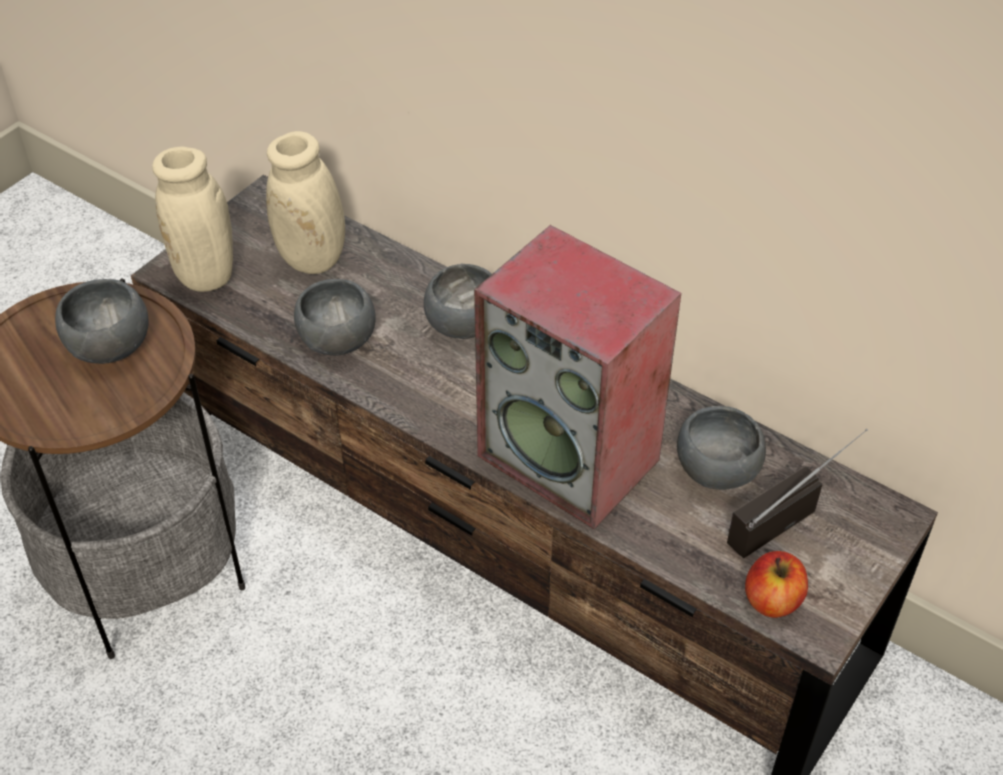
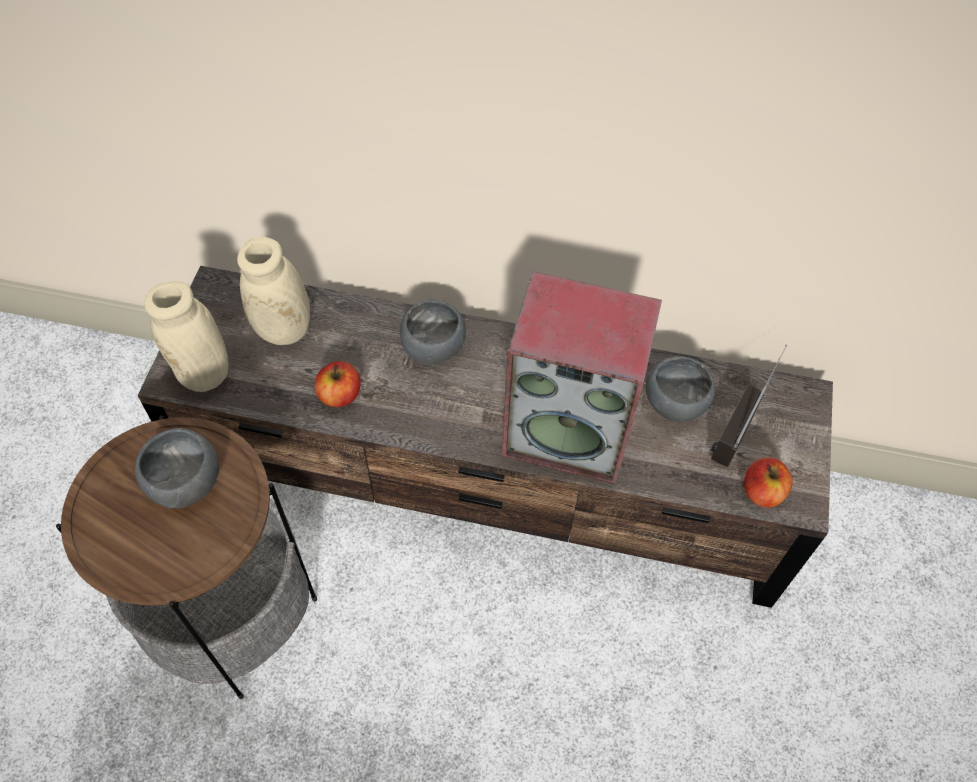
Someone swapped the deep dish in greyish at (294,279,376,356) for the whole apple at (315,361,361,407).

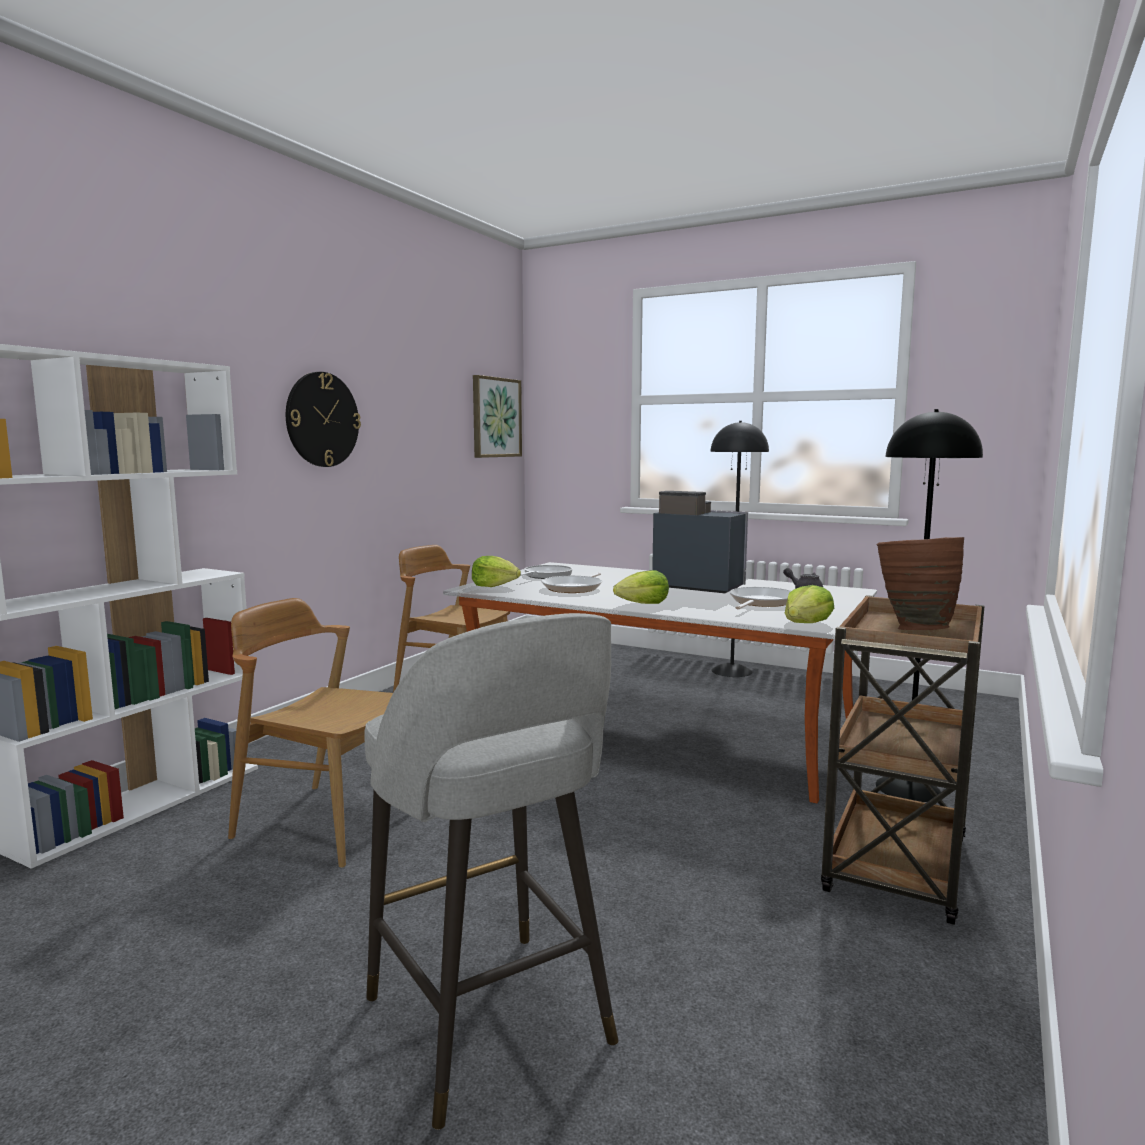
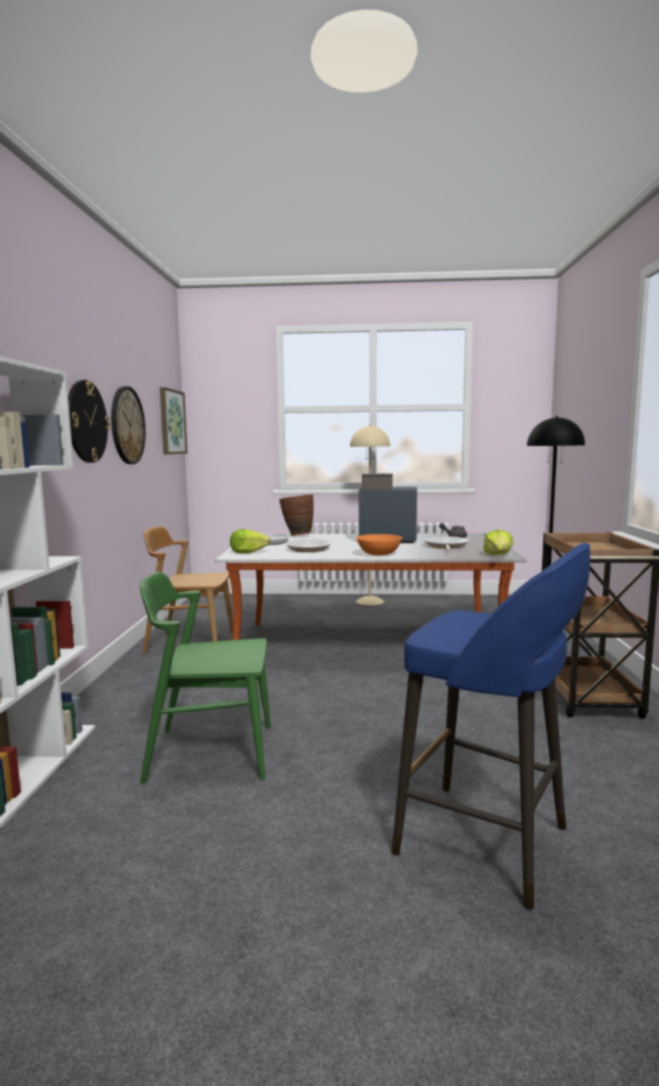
Someone put up the clock on the wall at (111,386,146,464).
Someone carried the decorative vase in brown-coloured from (877,537,964,630) to (279,495,314,536).
Someone swapped the head of lettuce at (613,570,669,604) for the deep dish in orange at (356,534,402,556).
Someone repainted the upright chair in brown-coloured at (228,598,393,868), which became the upright chair in green at (140,571,271,784).
Someone repainted the stool seat in greyish at (364,613,618,1130), which became the stool seat in blue-coloured at (391,543,590,910).
Someone repainted the standard lamp in black-coloured at (711,421,769,677), which became the standard lamp in sand-coloured at (350,425,390,605).

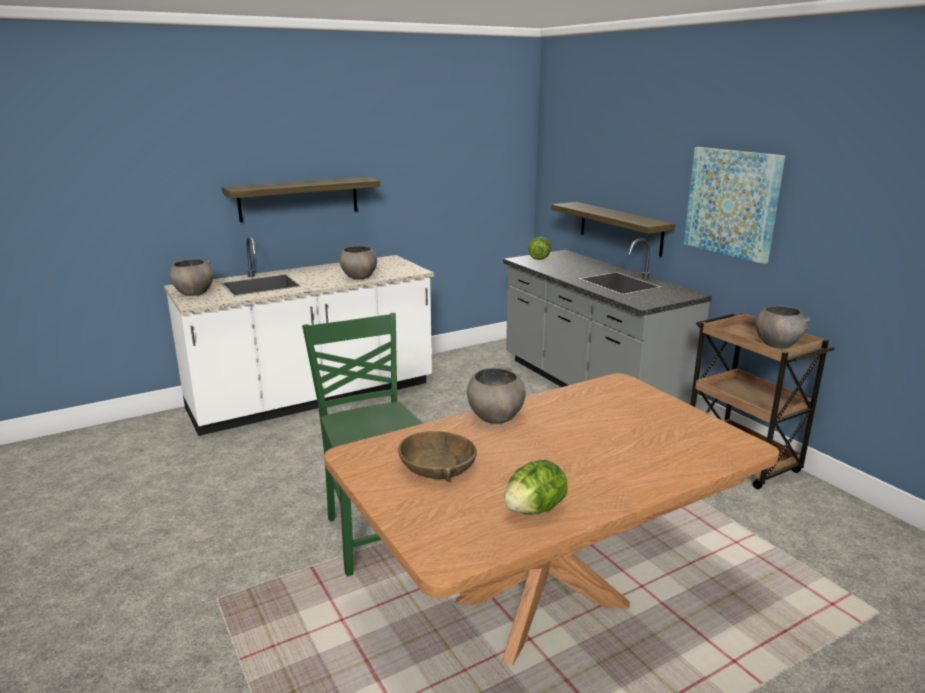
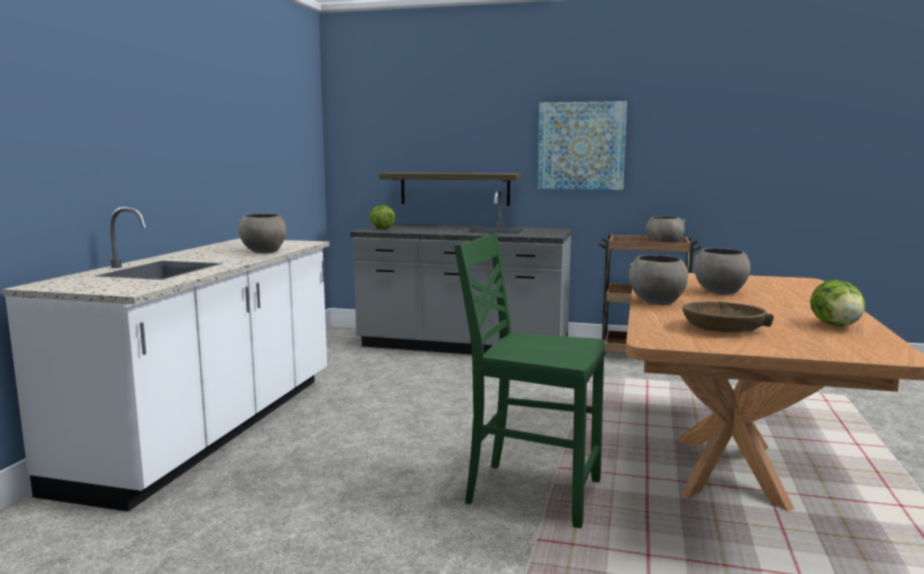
Someone took away the wall shelf at (222,177,380,222).
Someone carried the deep dish in greyish from (170,259,213,296) to (694,248,750,295).

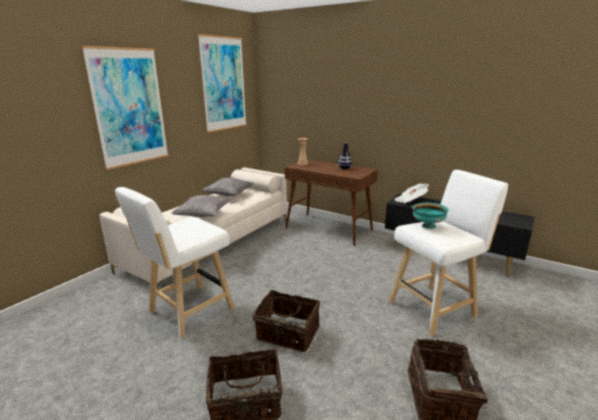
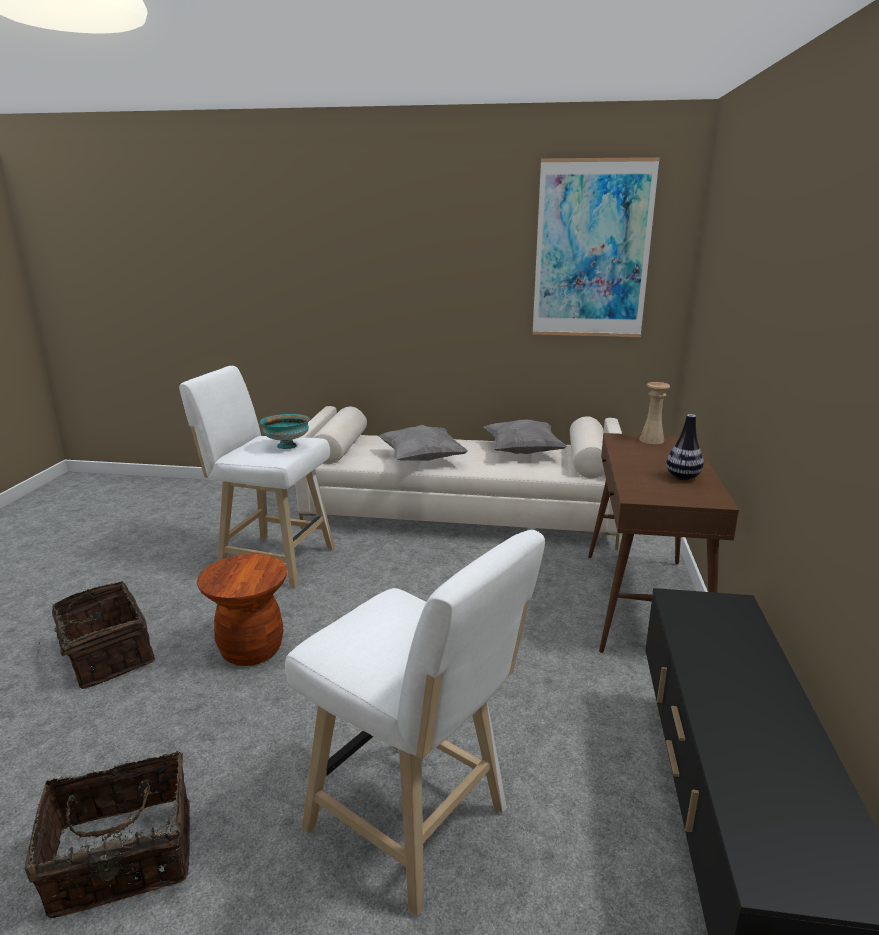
Someone took away the wall art at (81,46,169,170).
Someone took away the printed paper at (395,183,429,204).
Someone carried the deep dish in turquoise-coloured from (412,203,449,229) to (260,414,310,449).
Someone swapped the household basket at (253,290,320,352) for the stool seat in brown-coloured at (197,554,287,666).

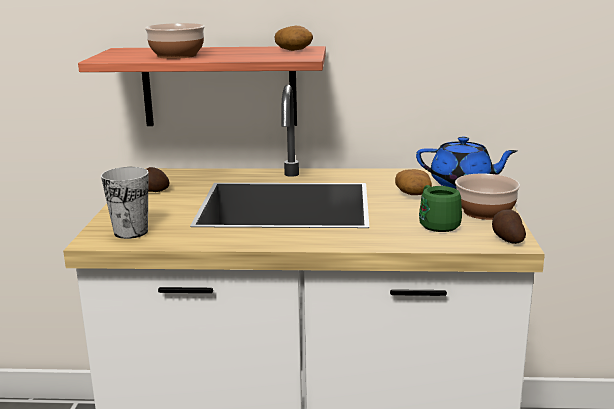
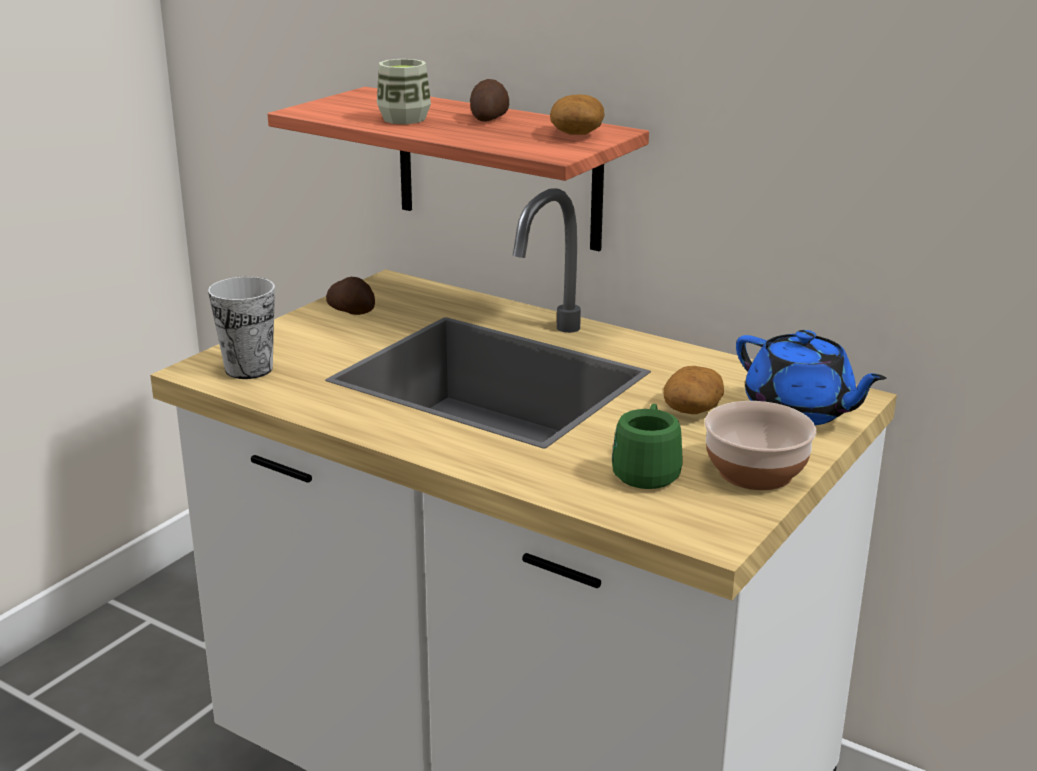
Someone carried the potato from (492,210,526,244) to (470,79,509,122).
Someone swapped the deep dish at (145,23,205,59) for the drinking cup at (377,59,431,124).

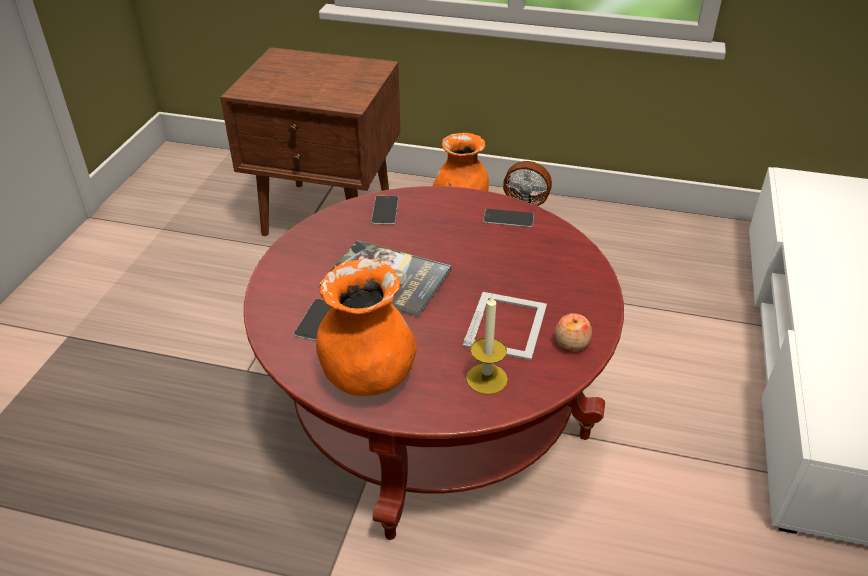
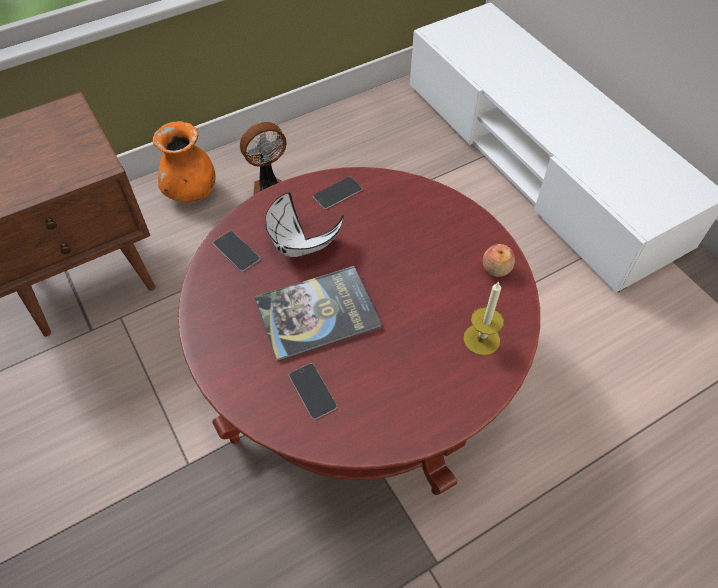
Someone took away the decorative vase in orange at (316,259,417,396).
Someone took away the standing frame at (463,292,547,360).
Someone put down the deep dish in whitish at (265,192,344,257).

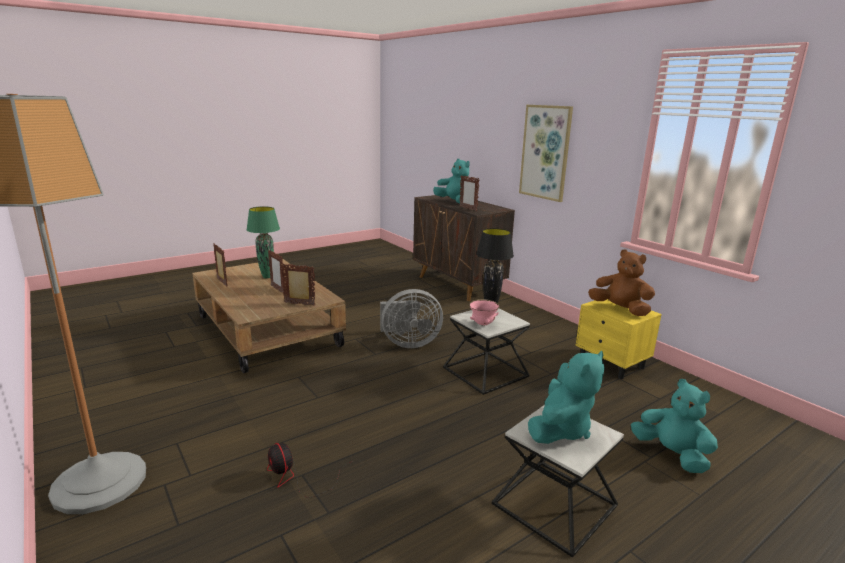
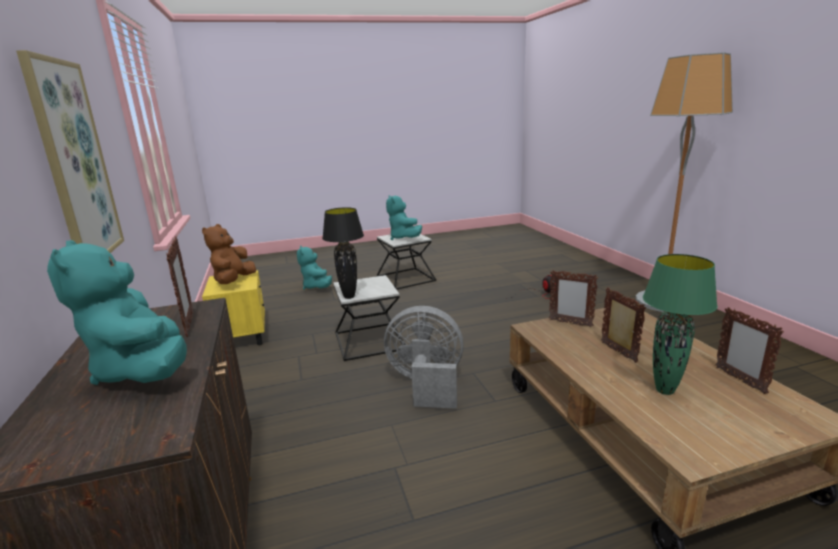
Someone took away the deep dish in pink at (469,299,500,326).
Someone rotated the cuddly toy in turquoise-coloured at (528,351,605,444) by 75 degrees counterclockwise.
Someone rotated the cuddly toy in brown-coloured at (588,249,655,316) by 45 degrees clockwise.

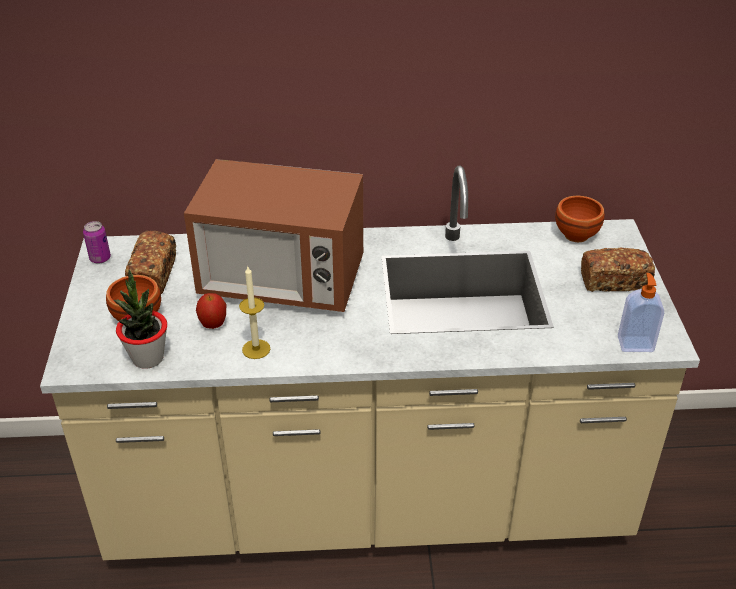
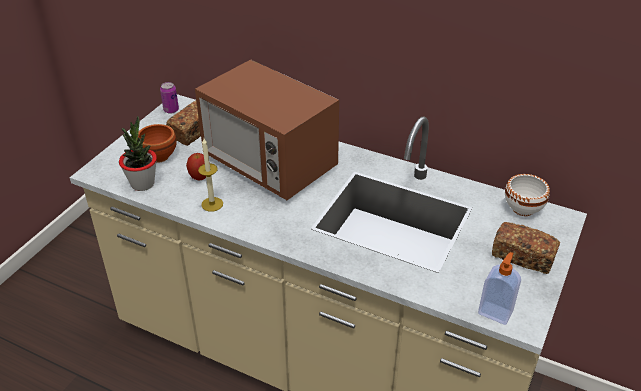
Someone repainted the deep dish in brown-coloured at (555,196,605,242), which became the deep dish in whitish at (505,174,550,216).

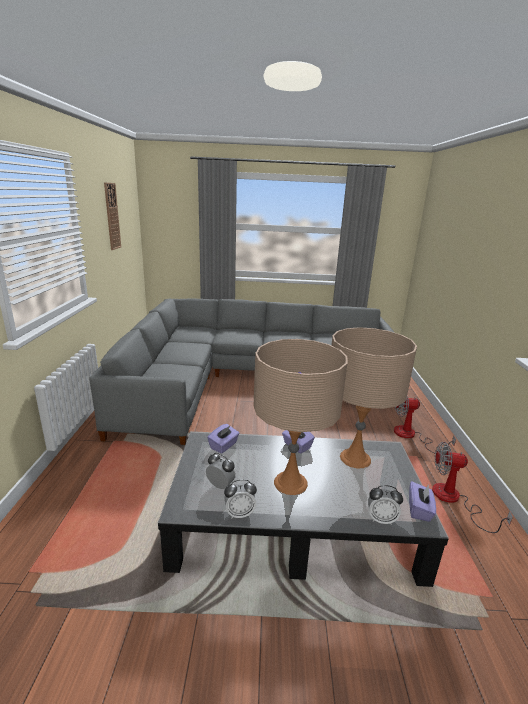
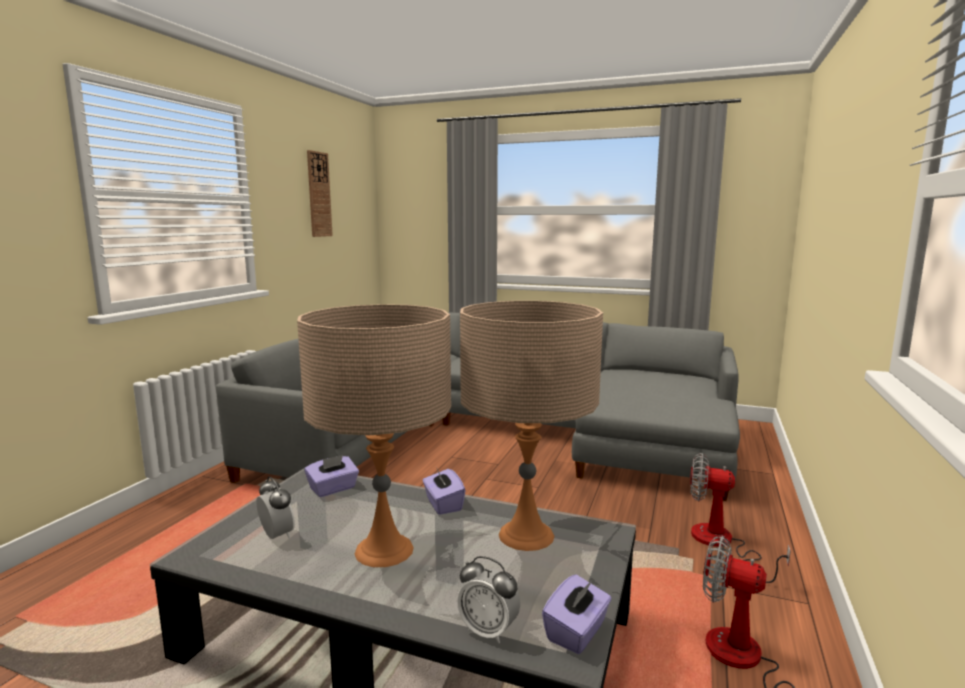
Someone took away the bedside clock at (224,479,257,519).

